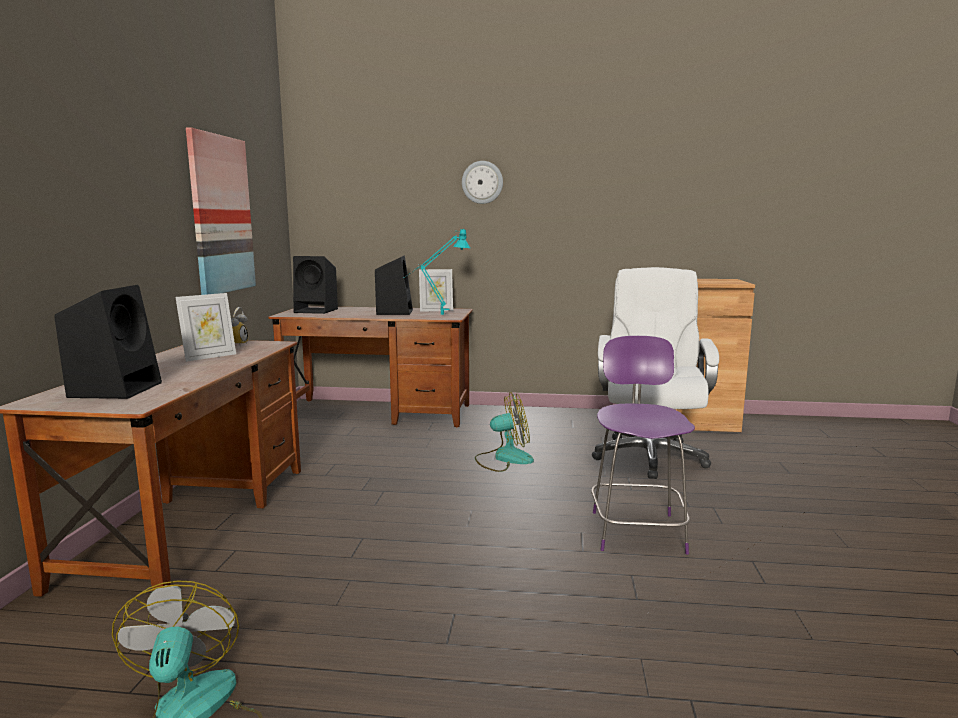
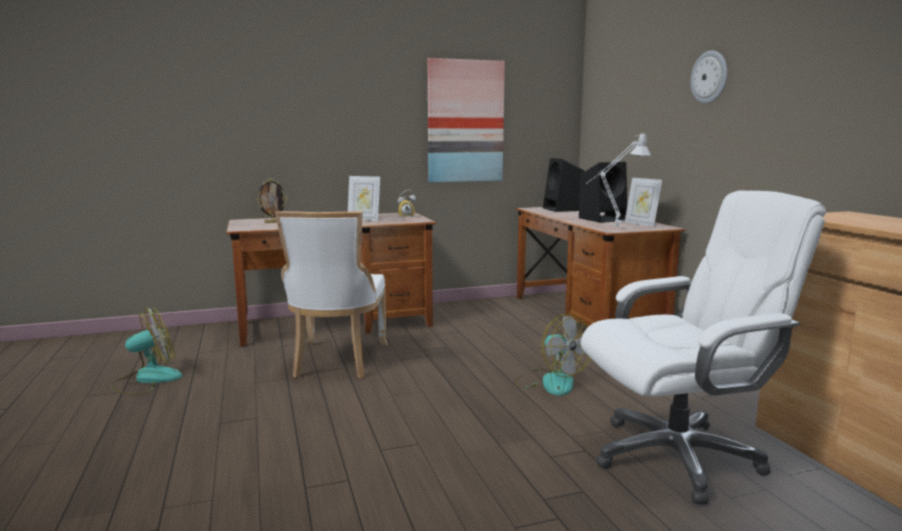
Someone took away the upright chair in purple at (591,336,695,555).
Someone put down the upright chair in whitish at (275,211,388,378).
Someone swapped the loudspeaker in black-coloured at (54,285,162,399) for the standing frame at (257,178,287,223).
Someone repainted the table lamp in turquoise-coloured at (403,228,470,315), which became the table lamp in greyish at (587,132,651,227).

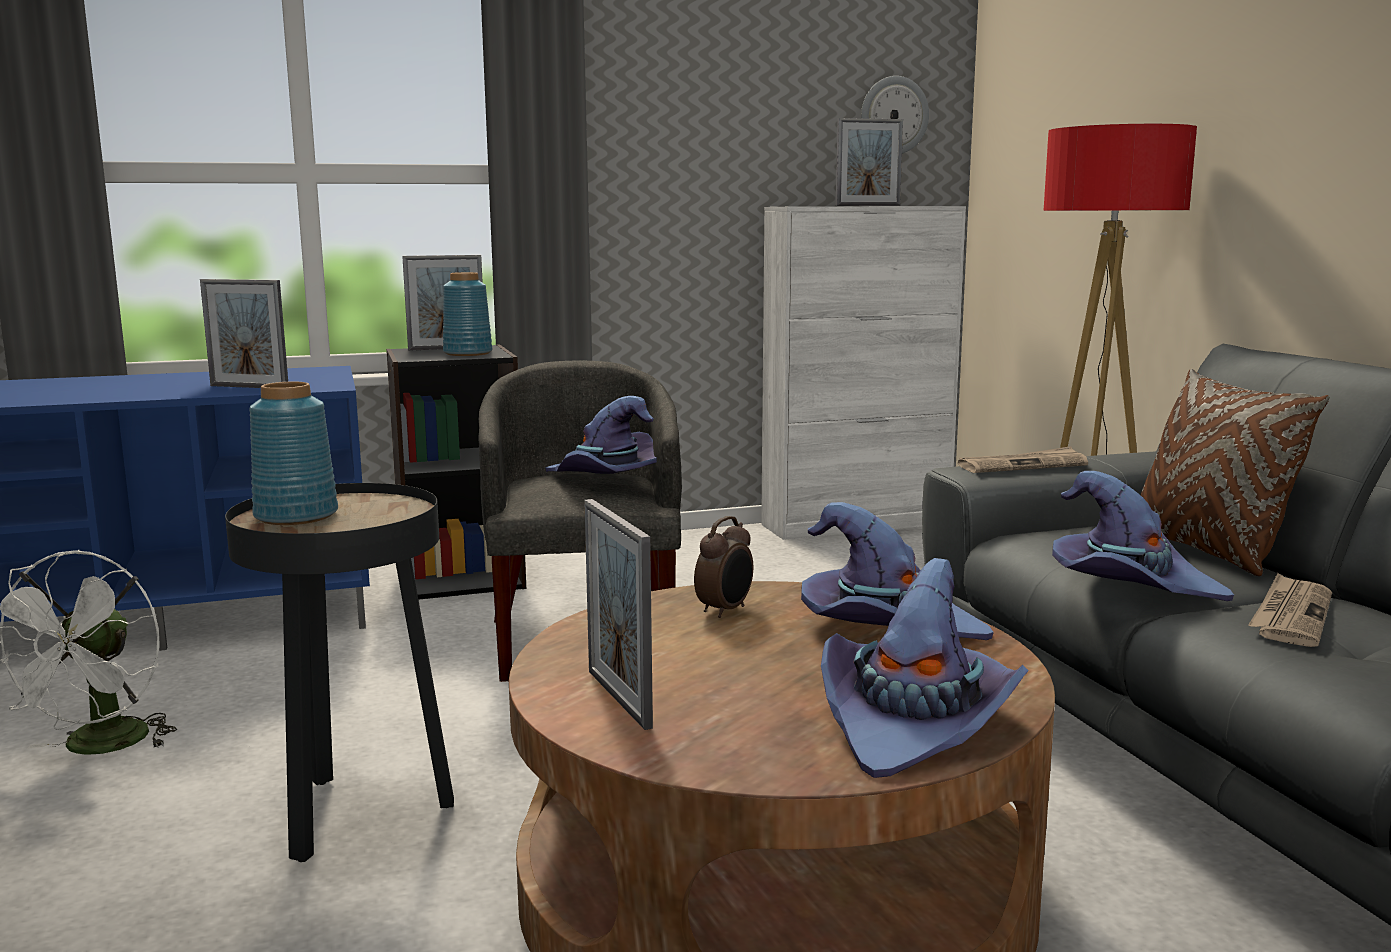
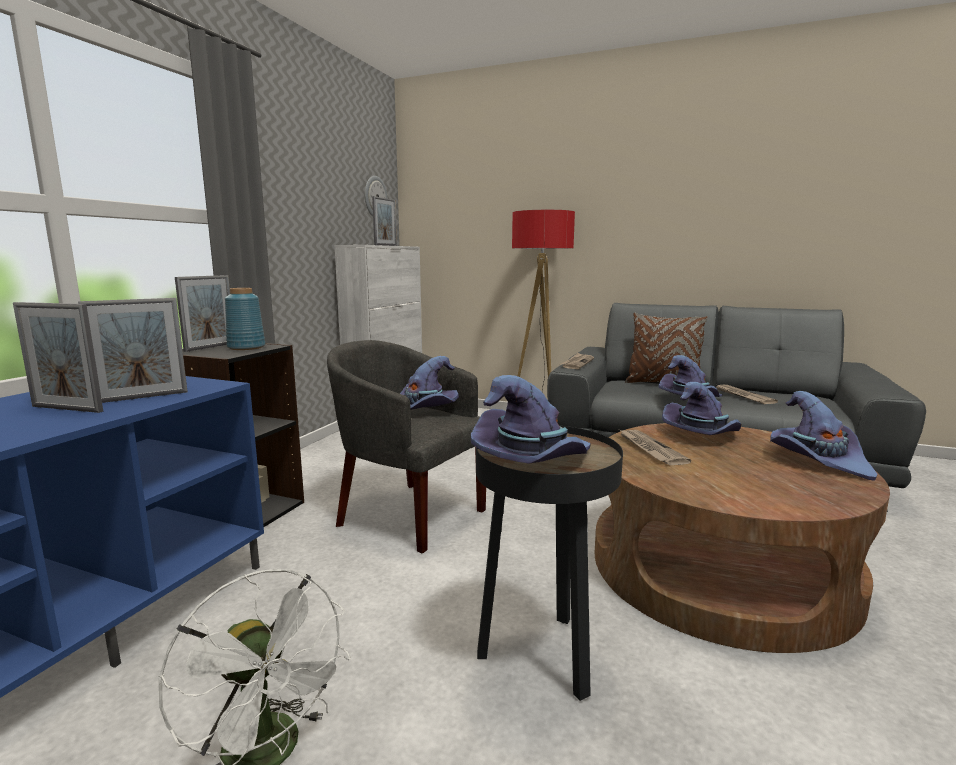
Someone carried the standing frame from (584,499,653,730) to (13,302,103,413).
Someone swapped the decorative vase in blue-coloured at (249,382,338,525) for the hat in purple at (471,375,591,464).
Someone swapped the bedside clock at (694,516,753,618) for the printed paper at (620,430,691,465).

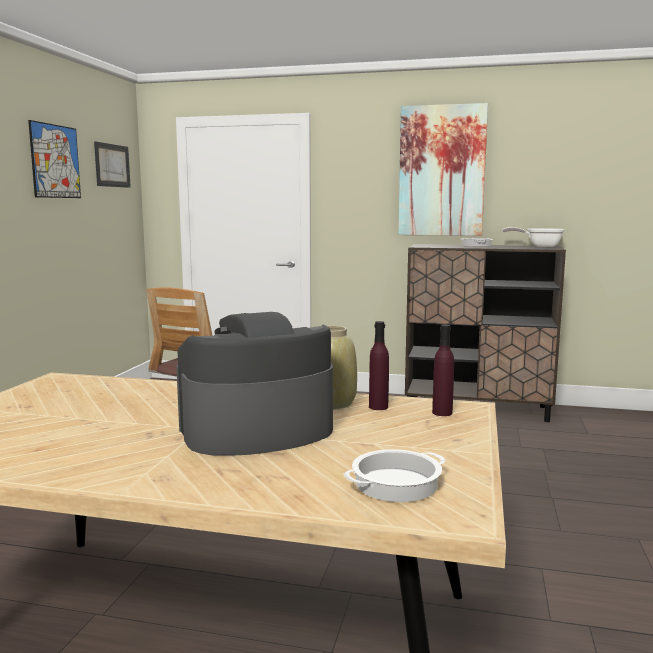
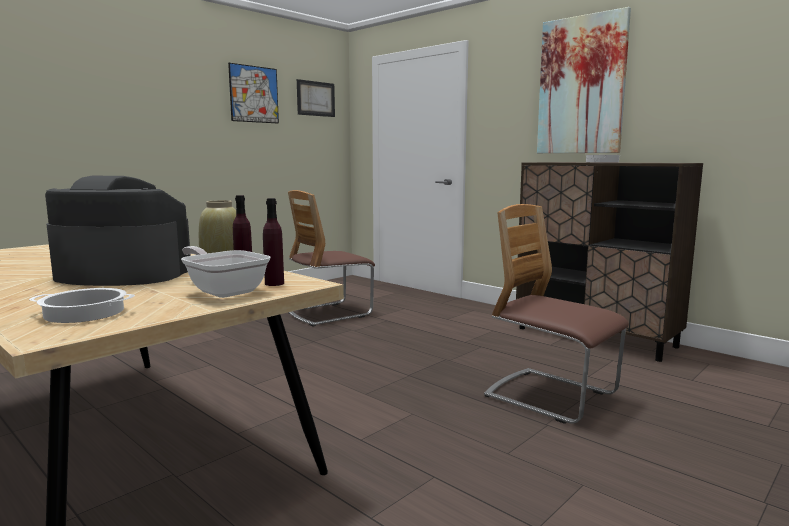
Someone put down the upright chair at (484,204,629,424).
Someone carried the pan from (503,227,564,247) to (181,246,271,298).

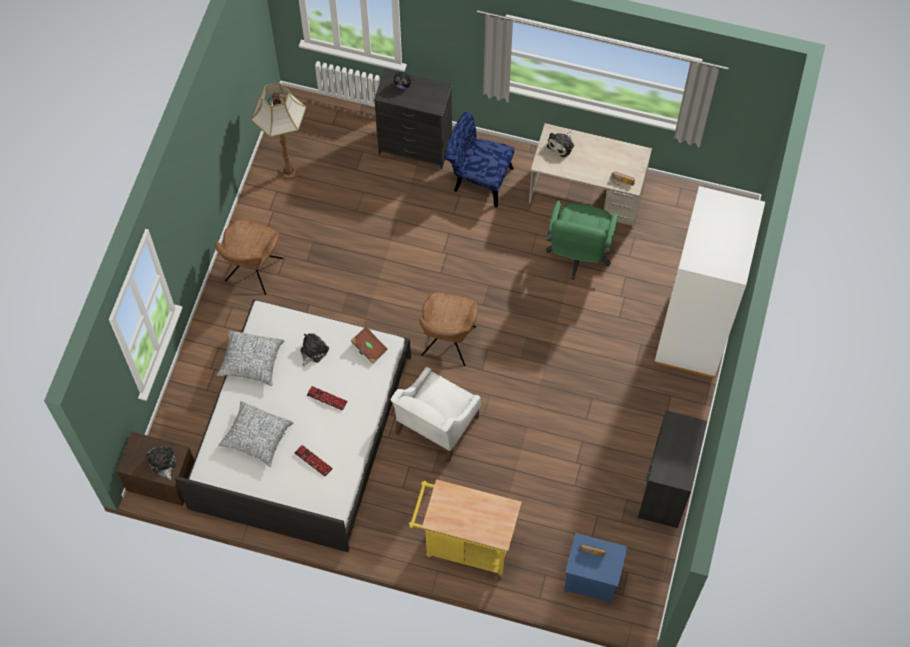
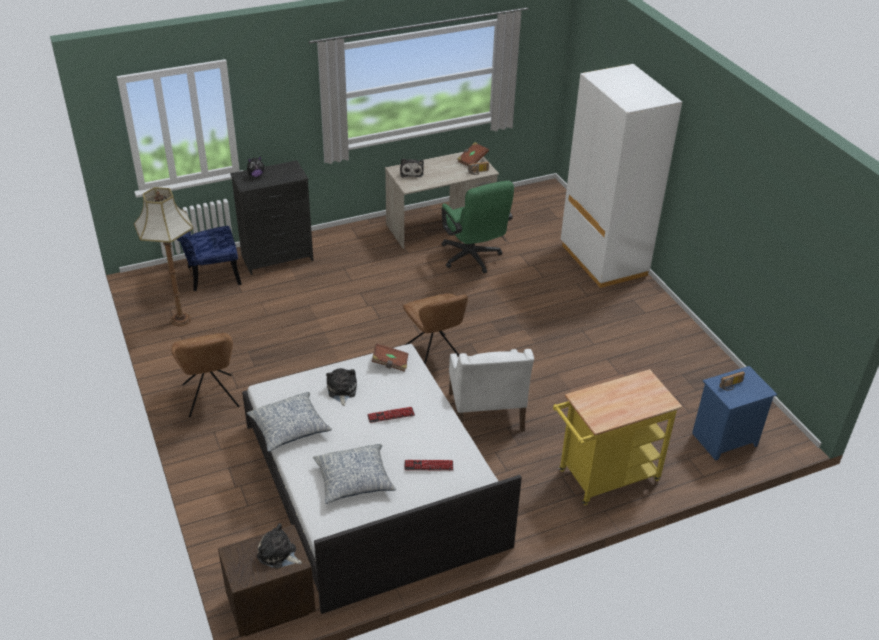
Someone took away the dresser in black-coloured at (638,410,707,528).
Someone put down the book in brown-coloured at (457,142,489,166).
Someone carried the upright chair in blue-coloured from (444,112,514,208) to (176,205,242,291).

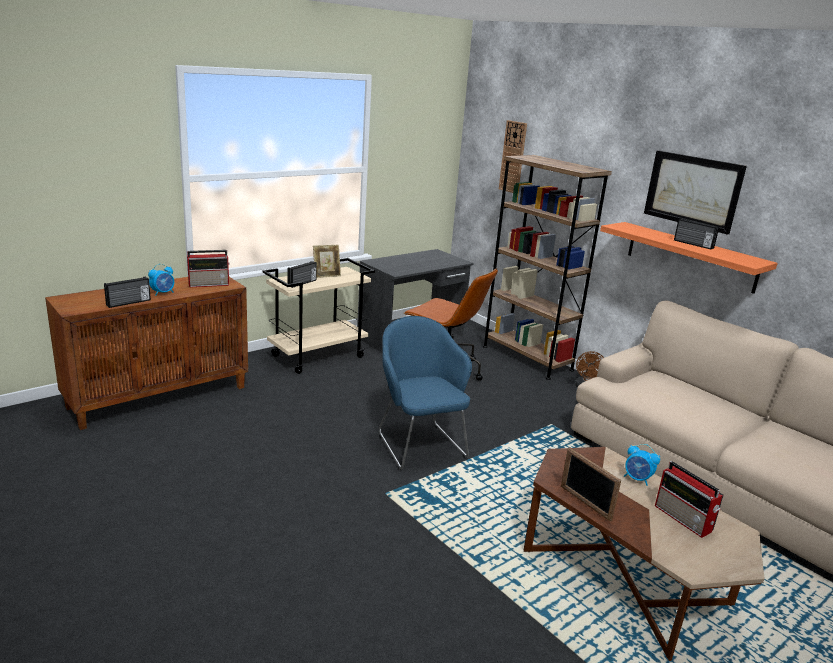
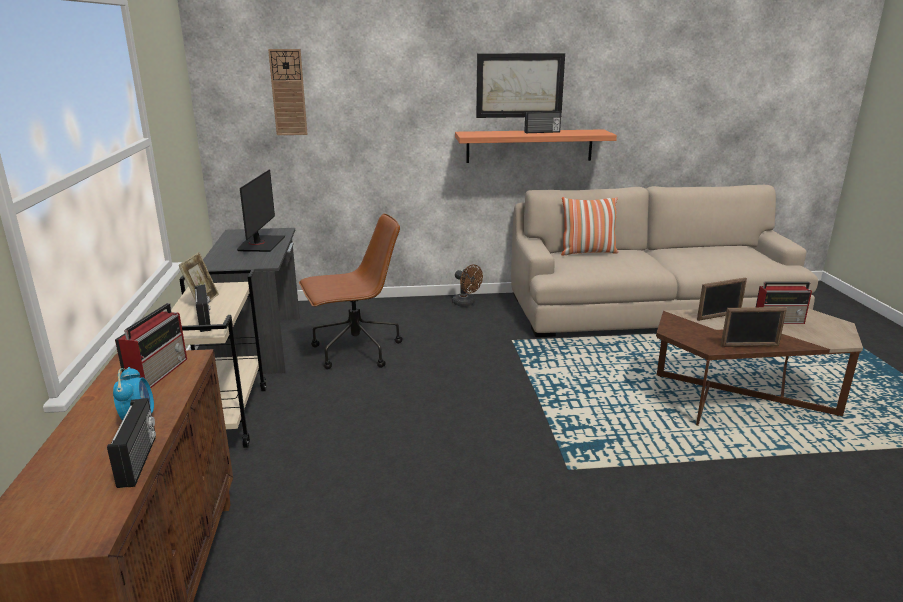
Someone took away the armchair in blue-coloured at (379,316,472,470).
Someone took away the bookcase in brown-coloured at (483,155,612,380).
Someone put down the monitor at (237,169,285,252).
Someone put down the throw pillow at (561,197,618,256).
Someone swapped the bedside clock at (624,444,660,486) for the standing frame at (697,278,747,321).

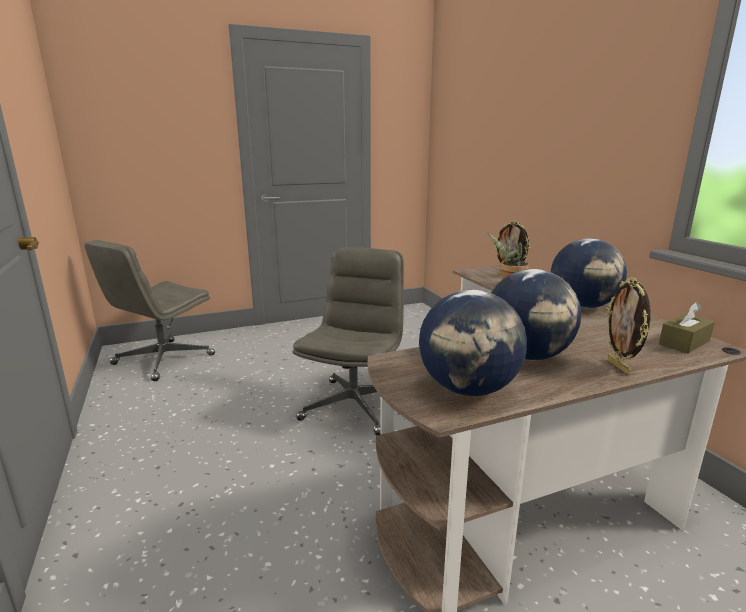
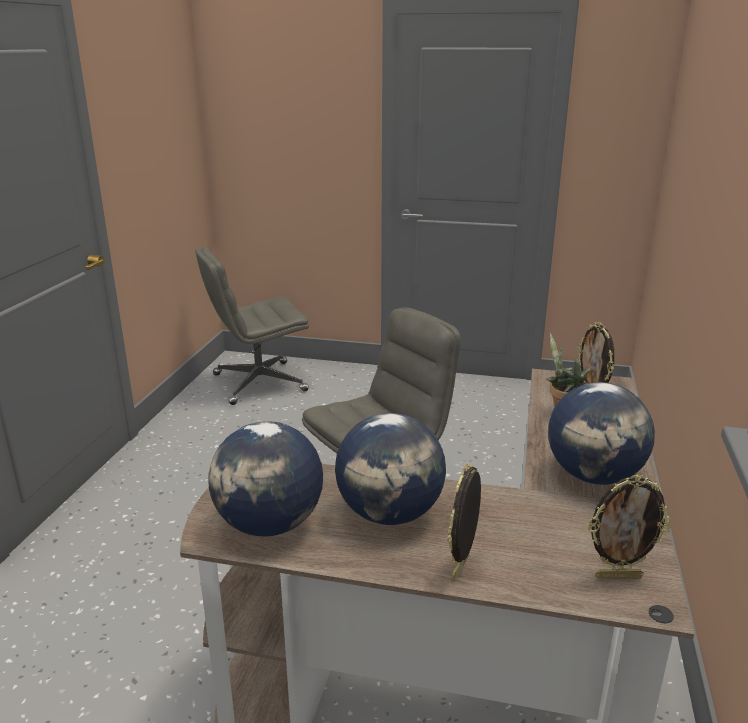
Someone swapped the box of tissues in brown-coloured at (659,302,715,353) for the standing frame at (588,474,671,579).

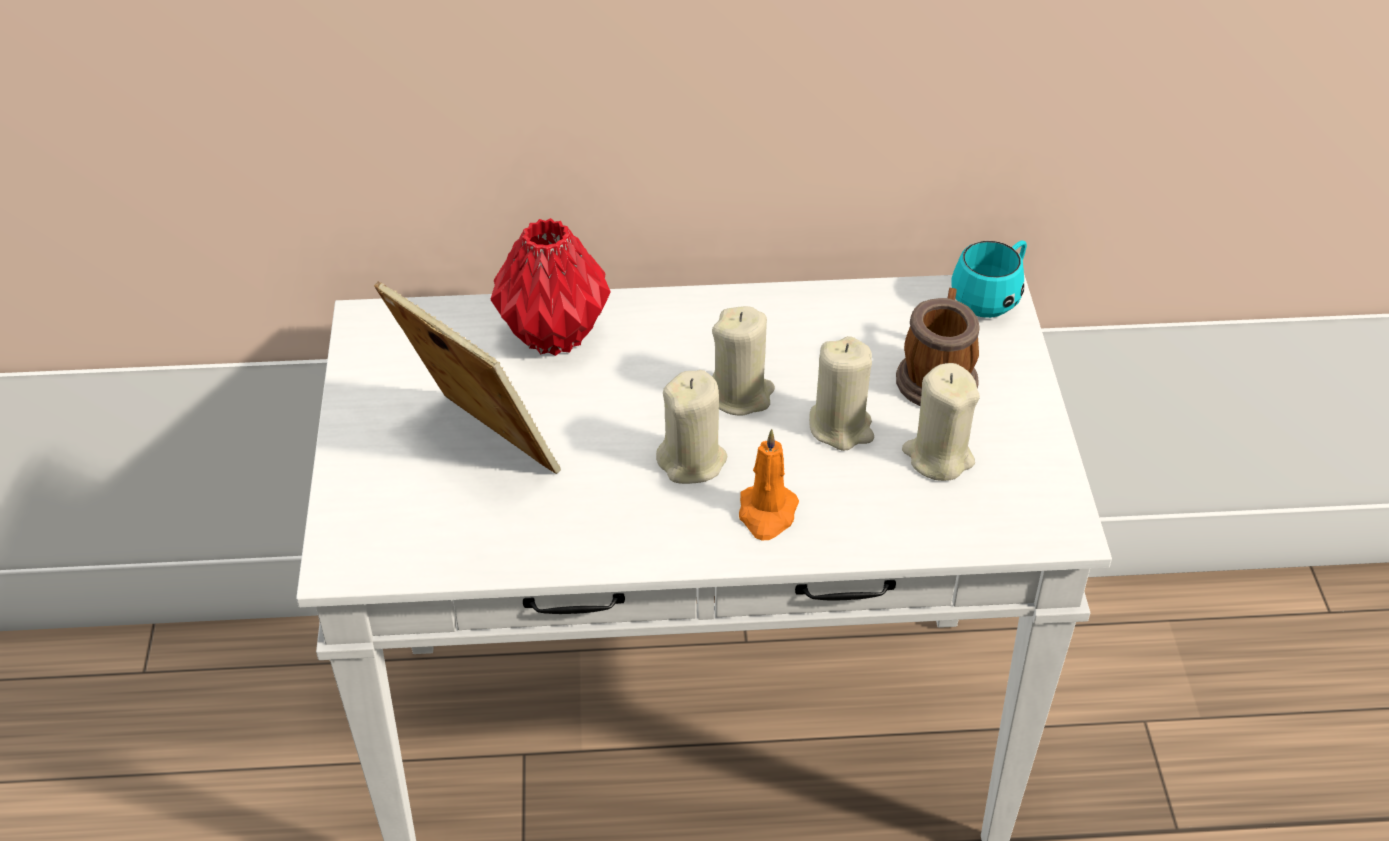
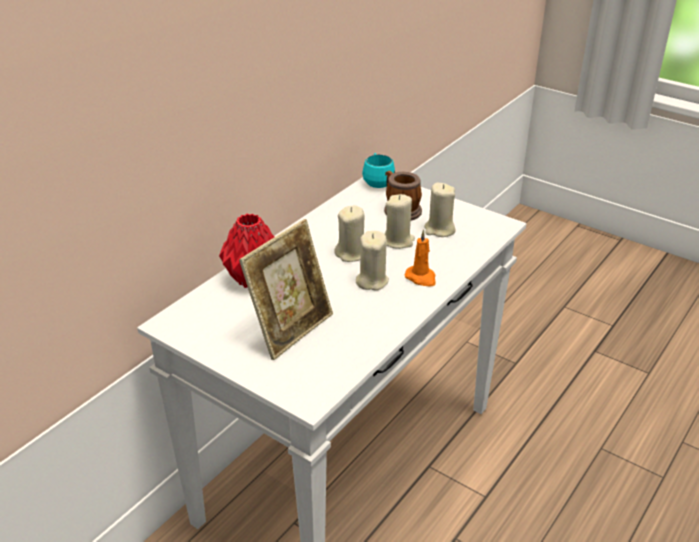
Someone rotated the standing frame at (374,281,561,474) by 135 degrees clockwise.

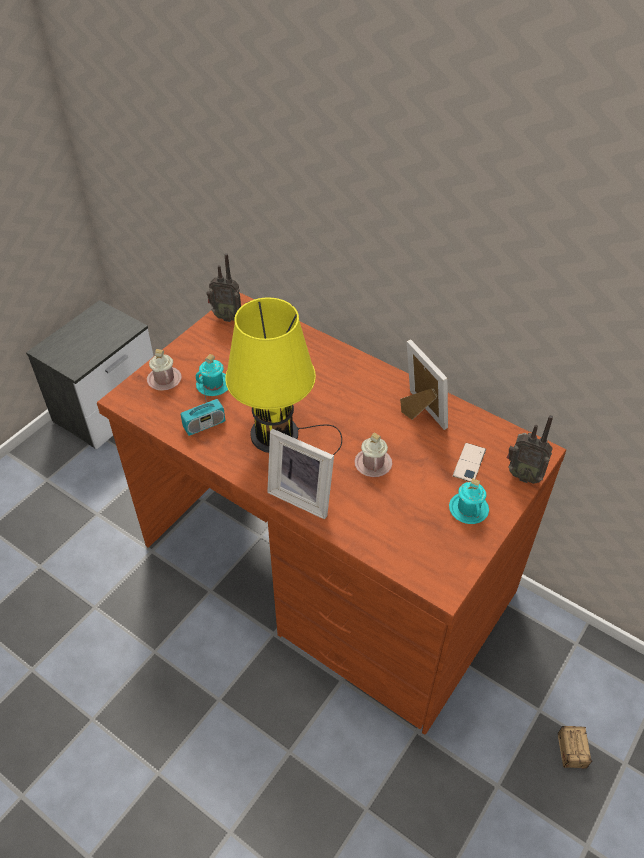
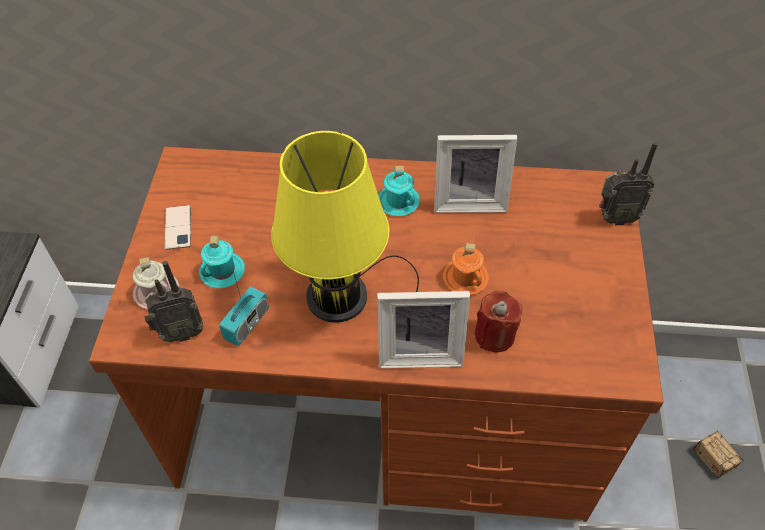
Someone put down the wax candle in red at (475,290,523,352).
Someone carried the radio set from (207,253,241,322) to (145,261,204,342).
Someone carried the tea mug in turquoise-coloured from (449,478,489,524) to (378,166,420,216).
Someone carried the handset from (453,443,486,482) to (165,205,191,250).
Someone repainted the tea mug in pink at (354,433,393,477), which became the tea mug in orange at (443,243,489,295).
Someone rotated the standing frame at (400,340,448,430) by 150 degrees clockwise.

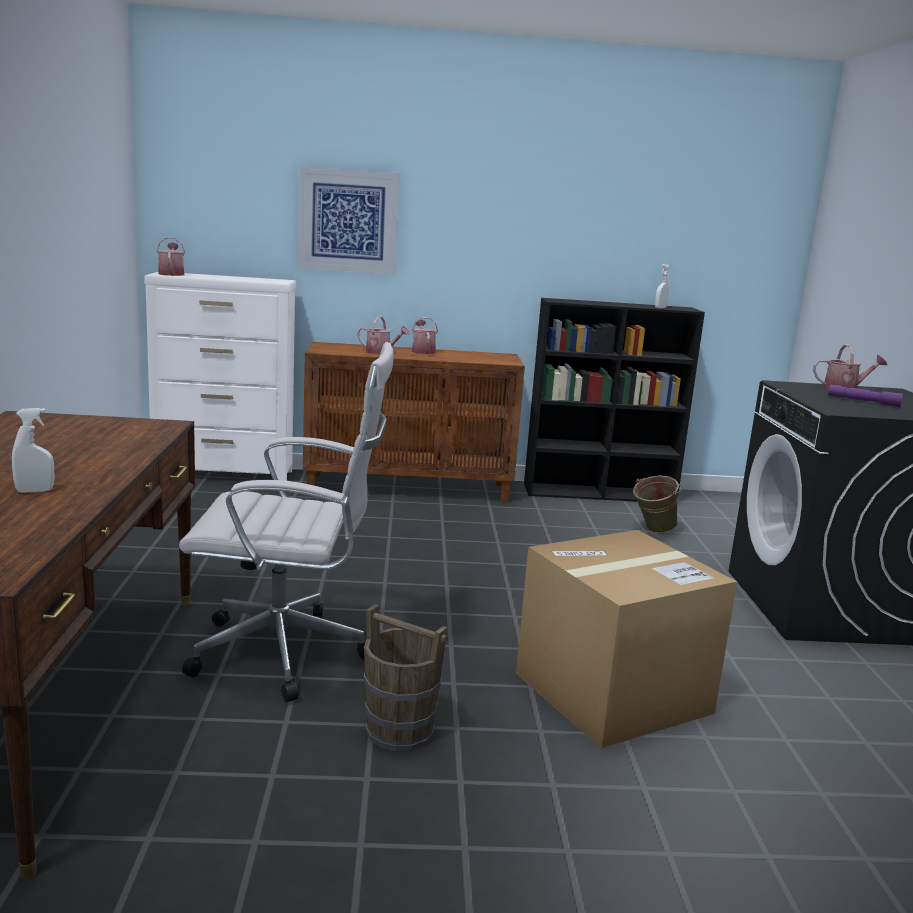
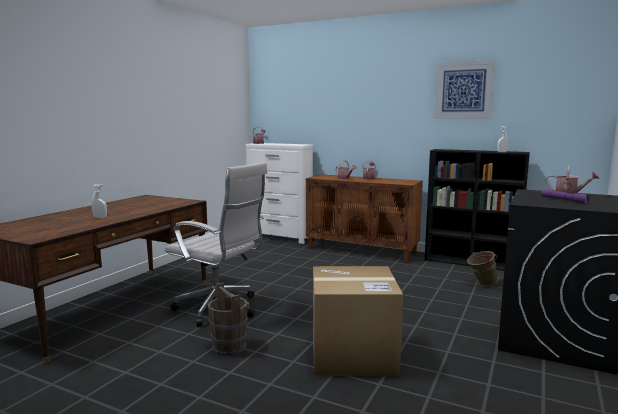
Someone carried the wall art from (298,166,400,275) to (434,60,496,119).

